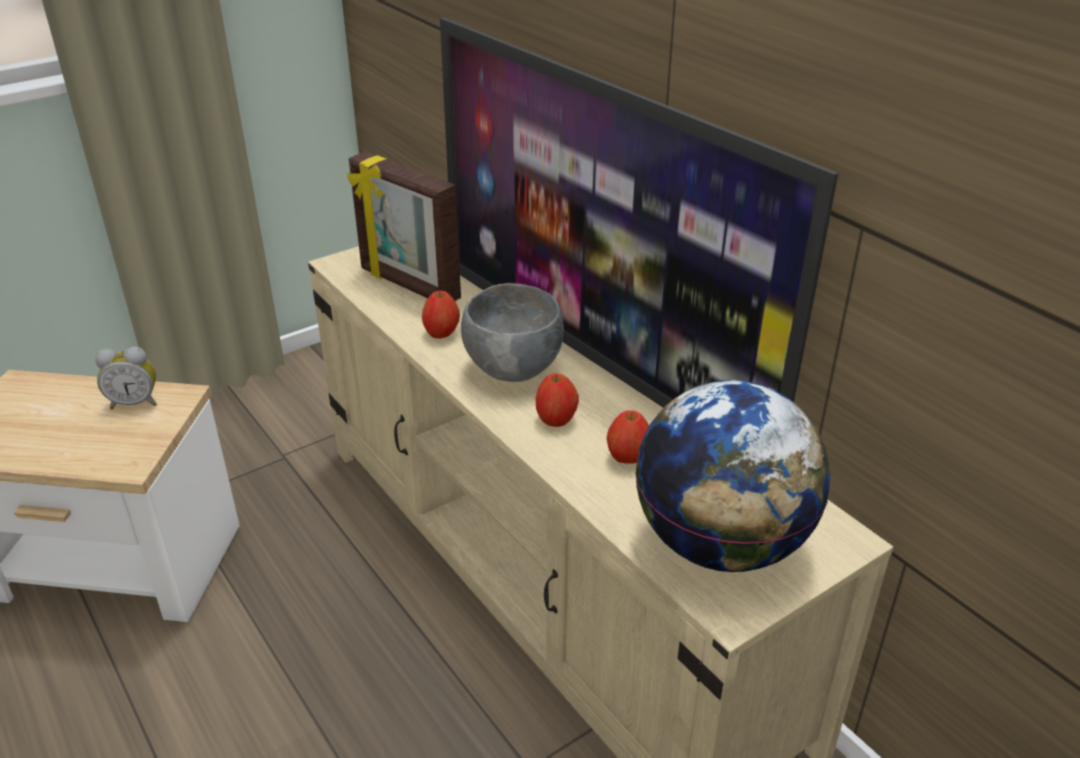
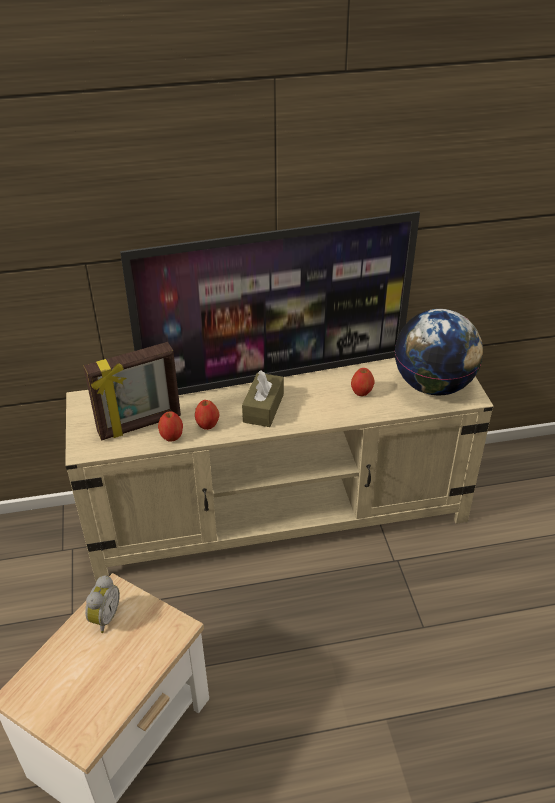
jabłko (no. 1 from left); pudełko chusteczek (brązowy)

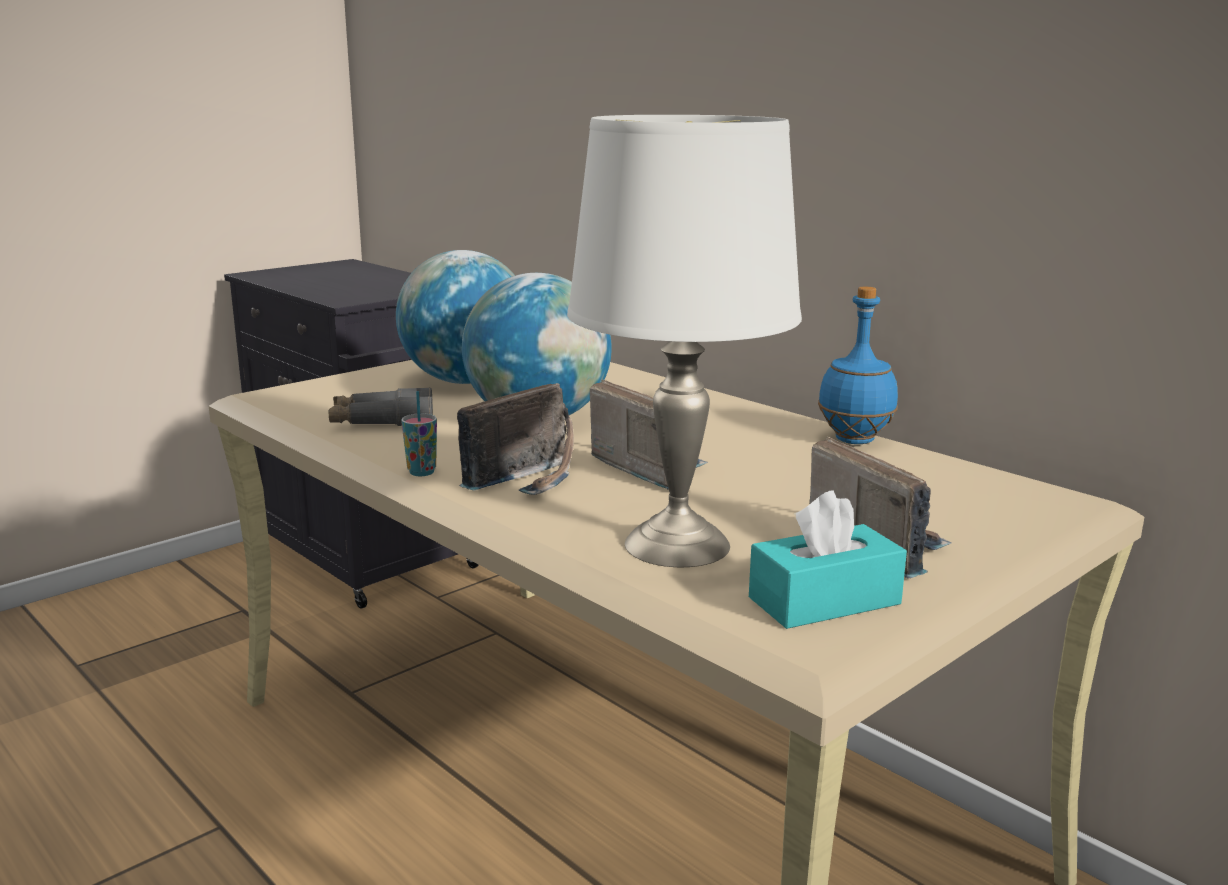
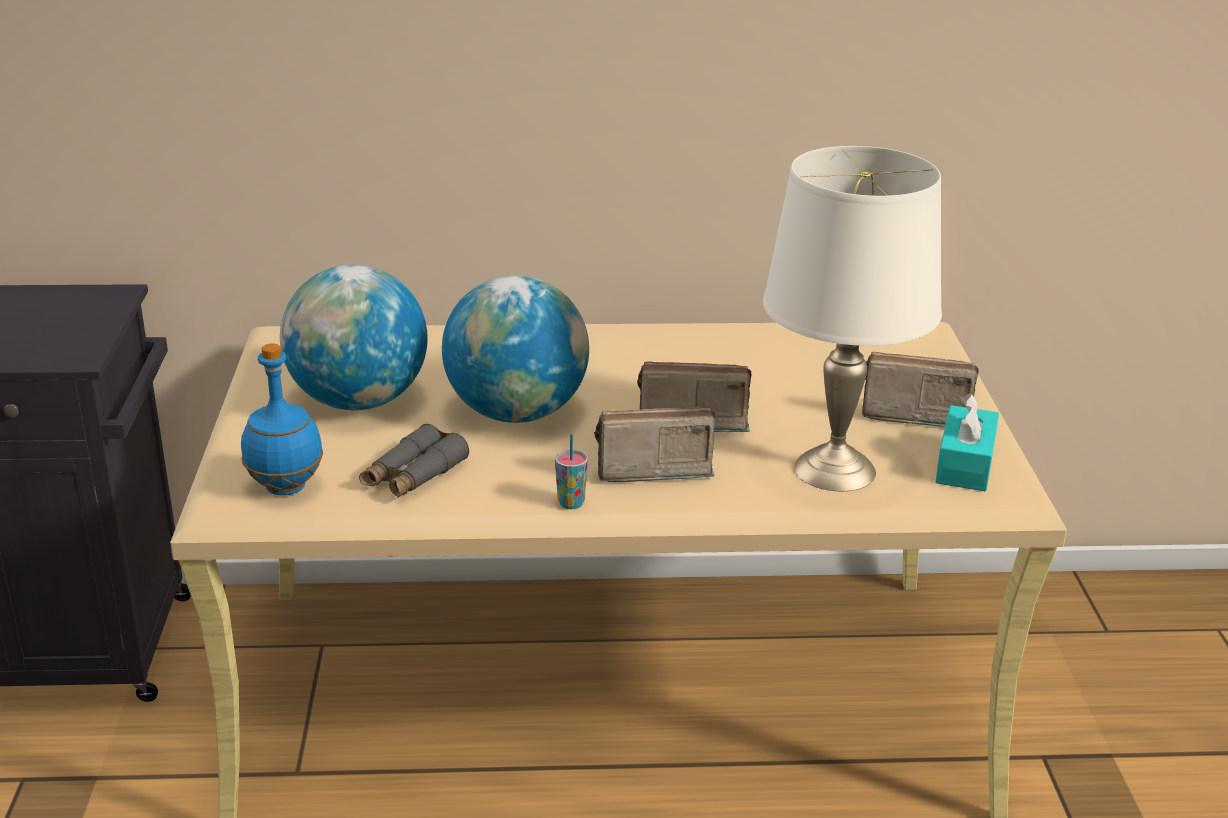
butelka (niebieski); radio (no. 1 from left)

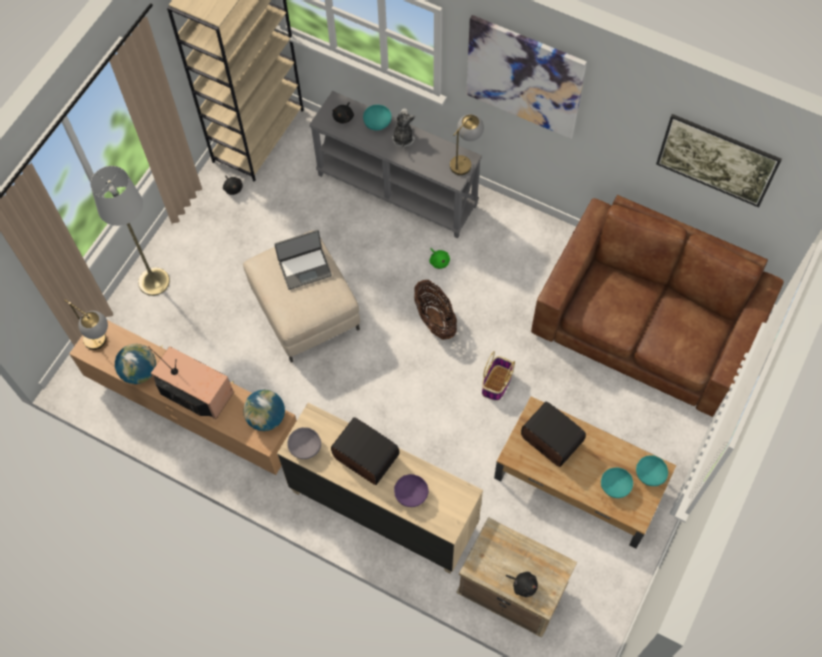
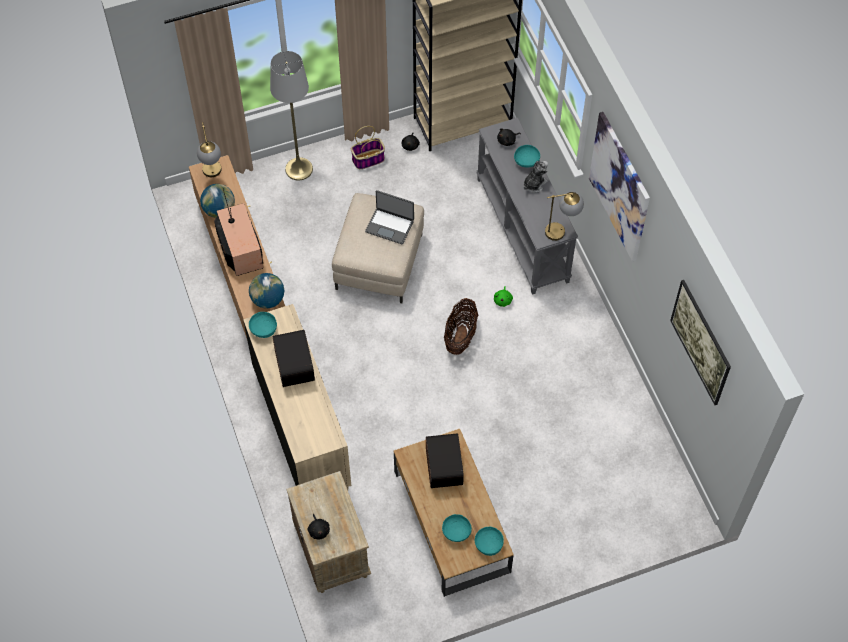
miska (fioletowy); kanapa (brązowy); koszyk (no. 1 from left); miska (turkusowy) (no. 1 from left)

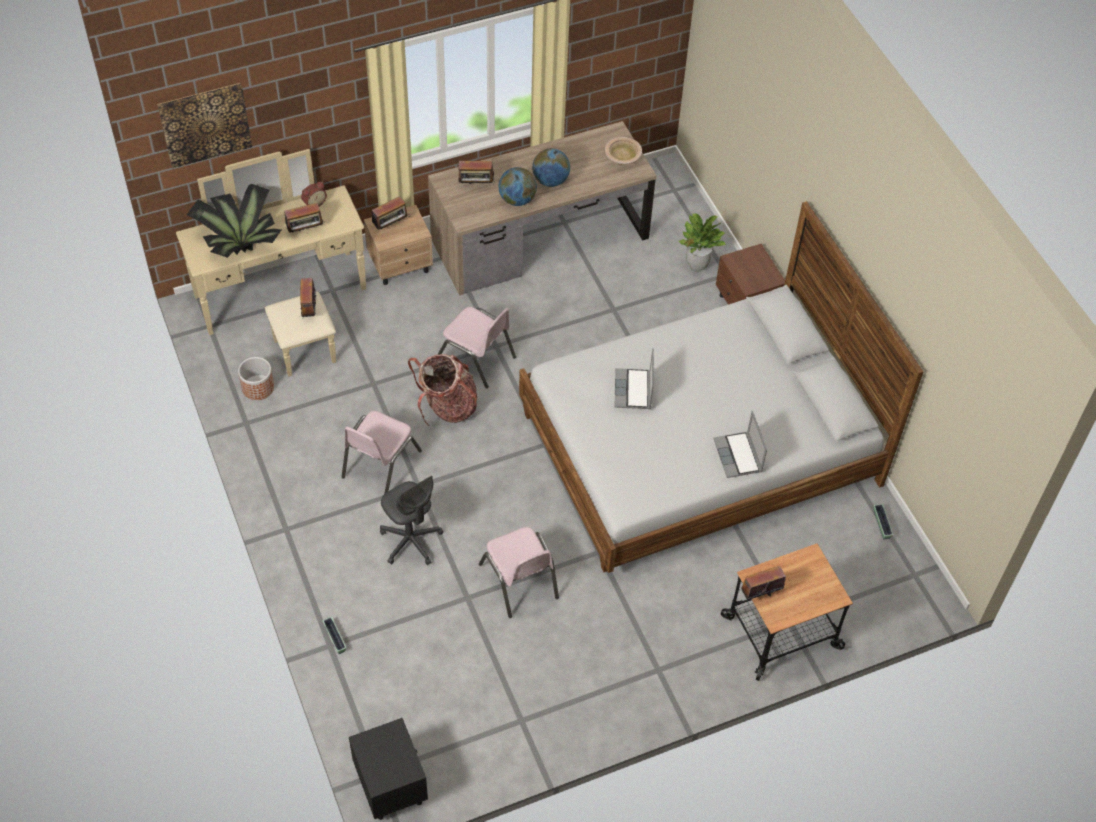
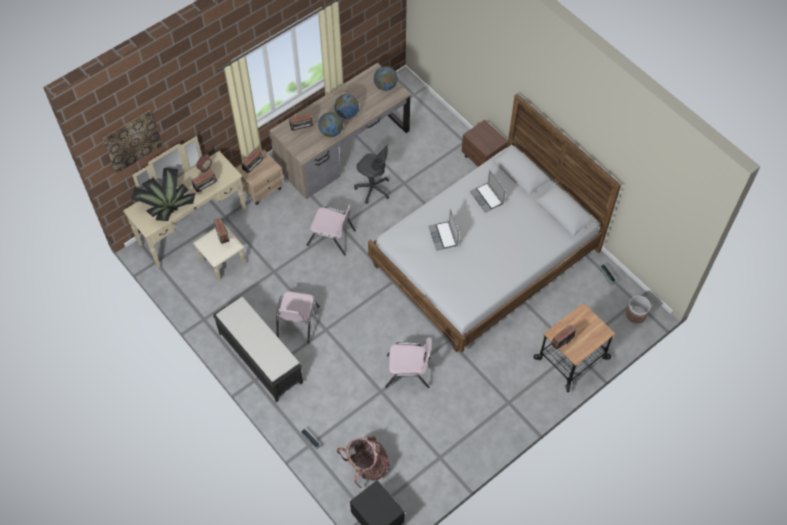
roślina doniczkowa (no. 2 from left in the first image); ławka (czarny); donica (no. 3 from left); krzesło biurowe (szary); plecak; laptop (no. 2 from left); globus (no. 3 from left); krzesło (różowy) (no. 3 from left)

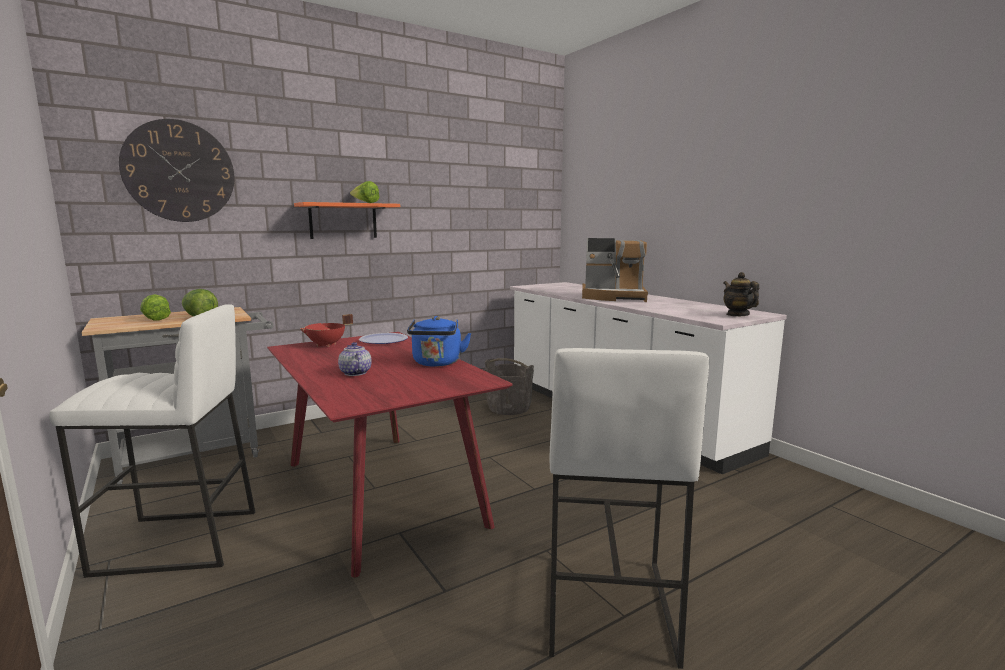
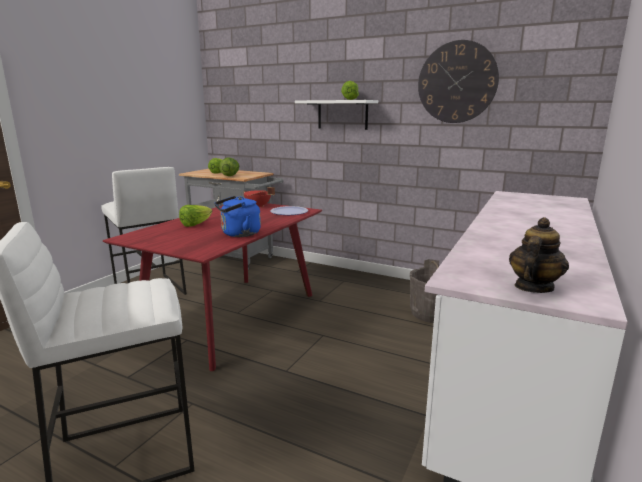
ekspres do kawy; zegar ścienny; sałata (no. 1 from left); półka (biały)

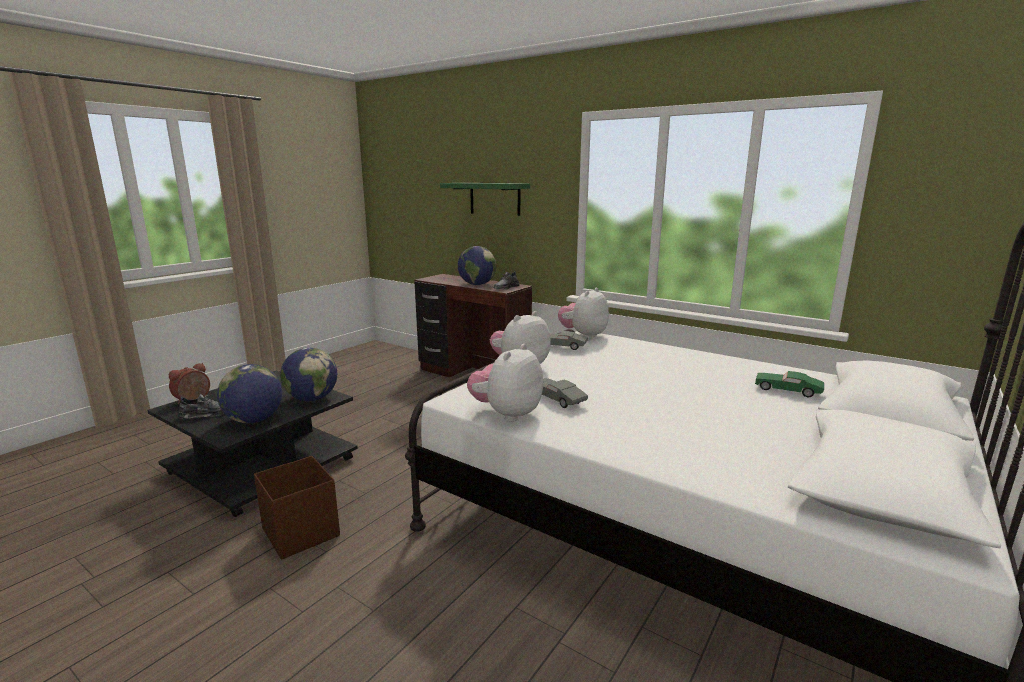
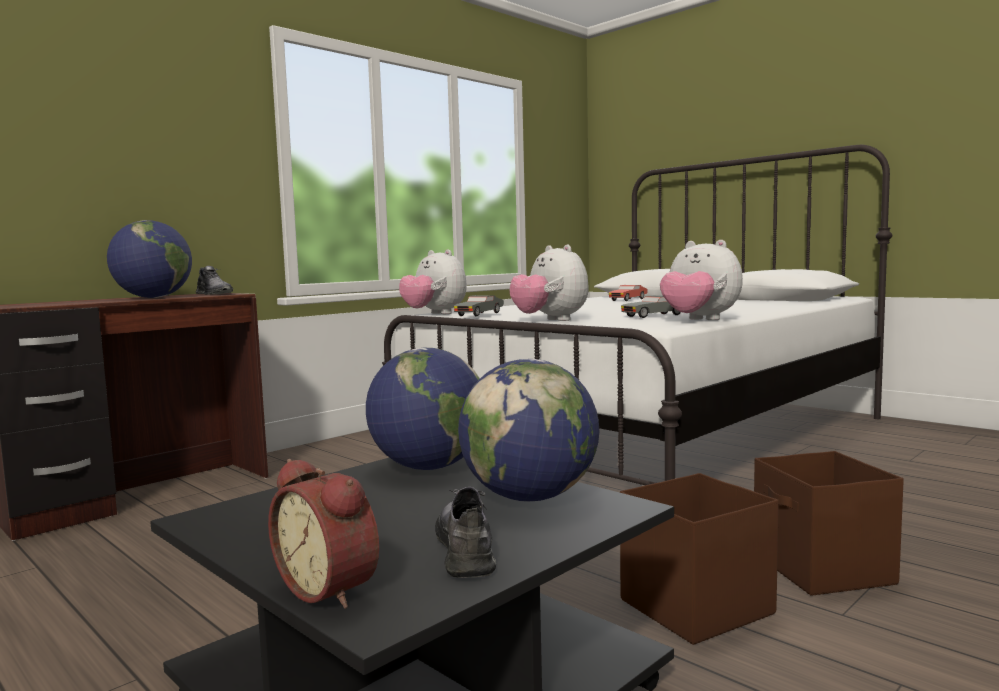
półka (zielony); pojemnik do przechowywania (brązowy) (no. 2 from left); samochodzik (czerwony)

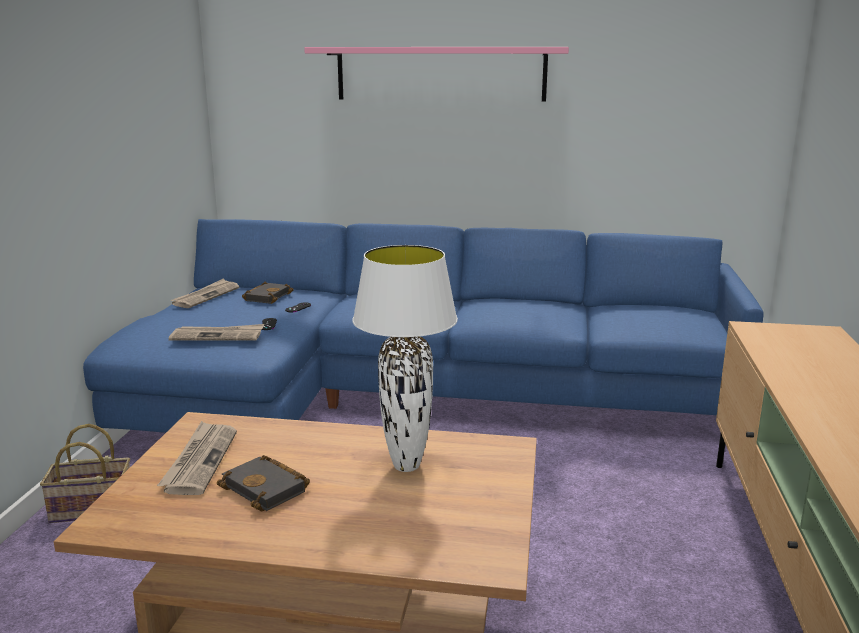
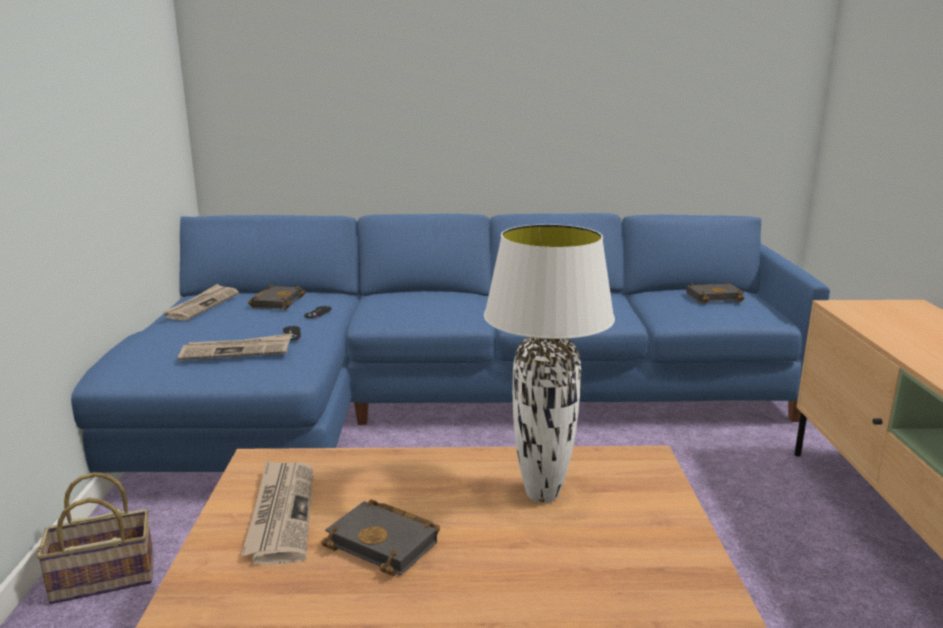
półka (różowy); książka (czarny) (no. 3 from left)

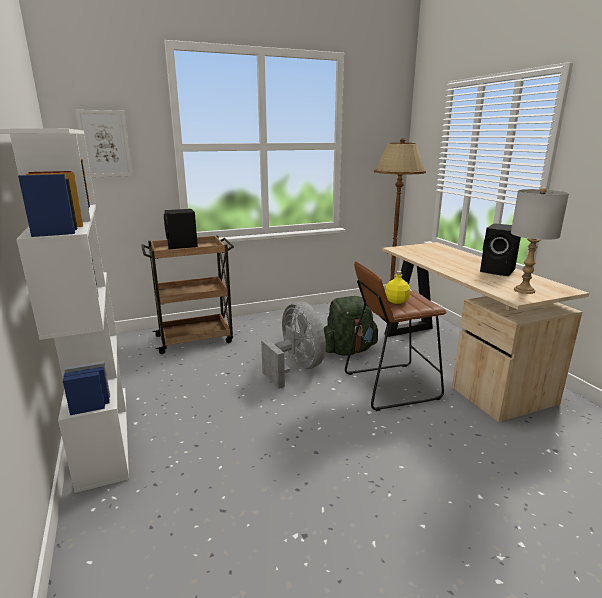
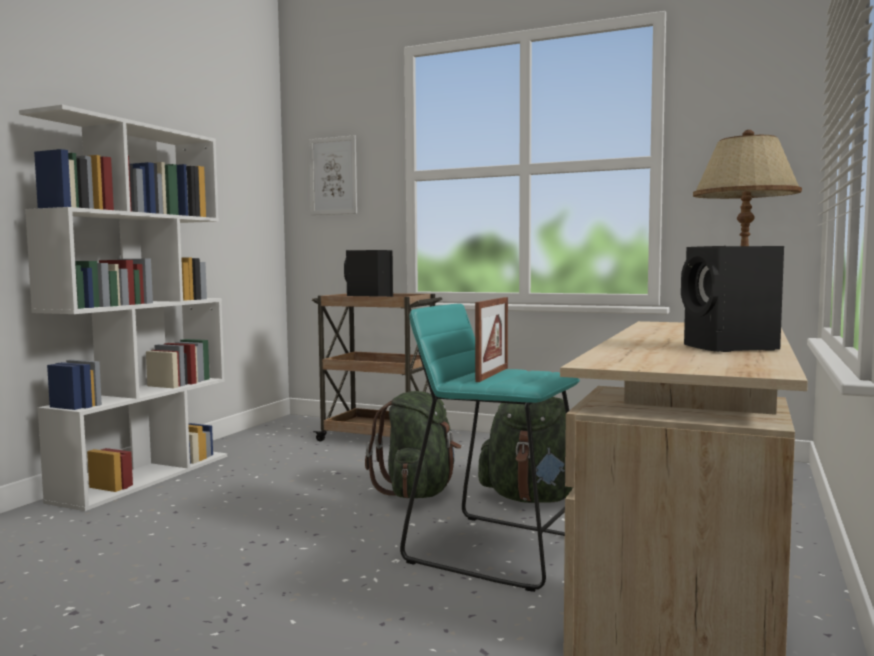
lampa stołowa (szary); plecak (zielony) (no. 1 from left); ramka na zdjęcie; stołek (turkusowy)

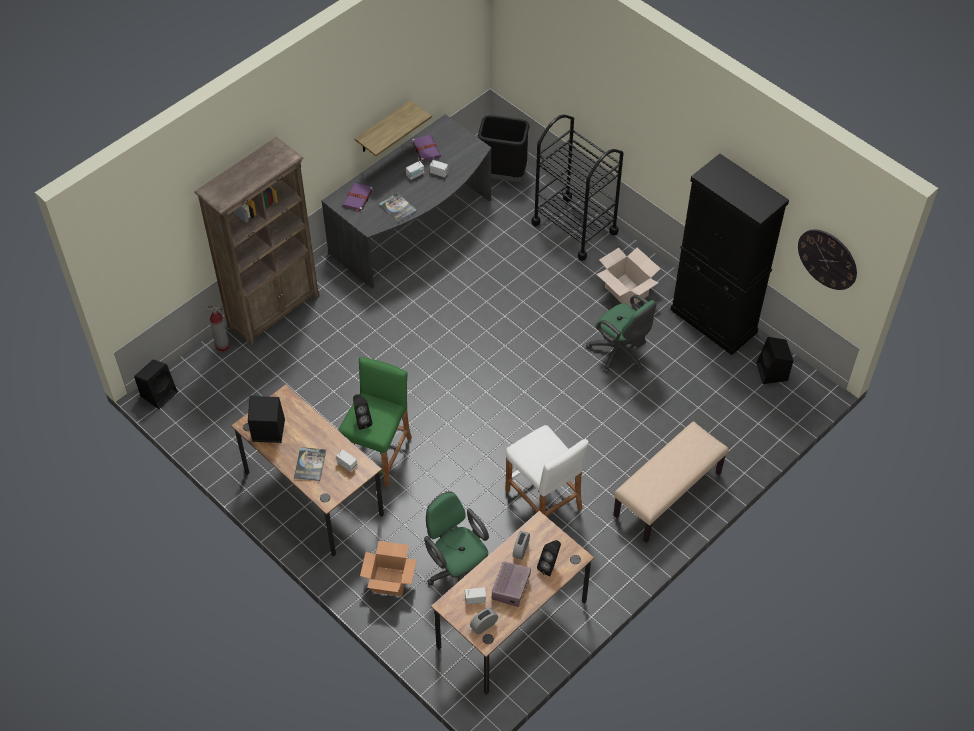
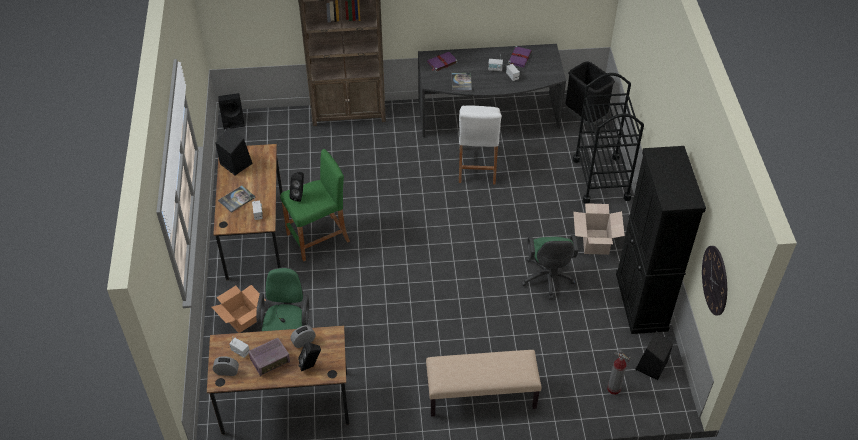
półka; gaśnica; stołek (biały)

